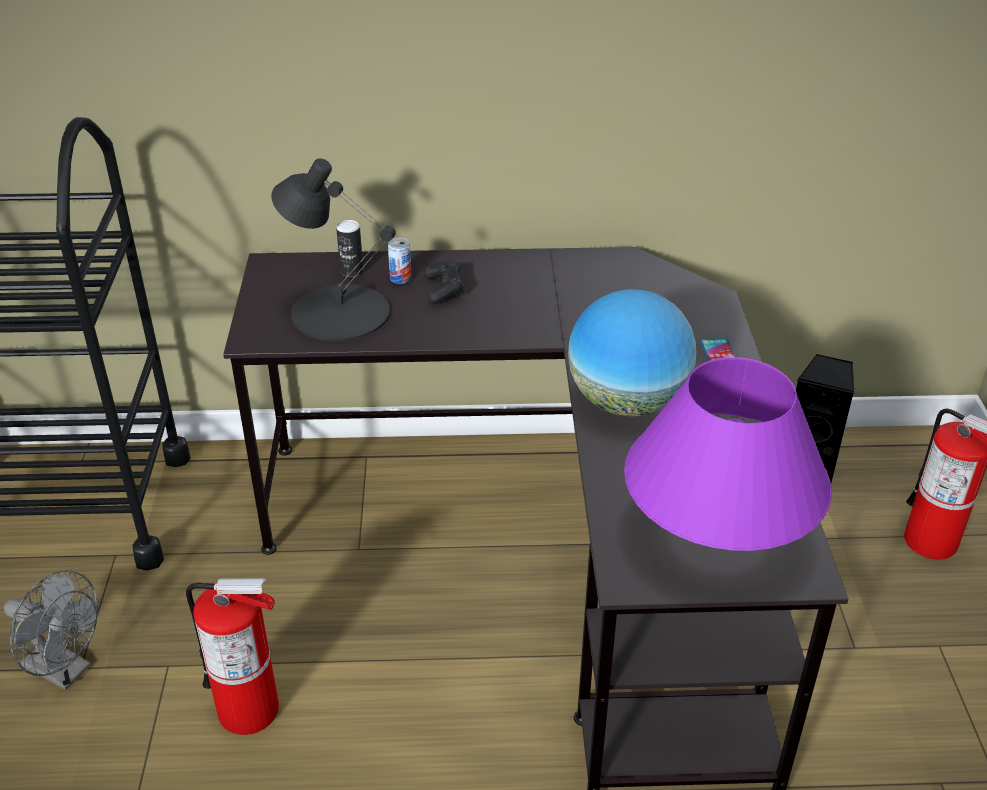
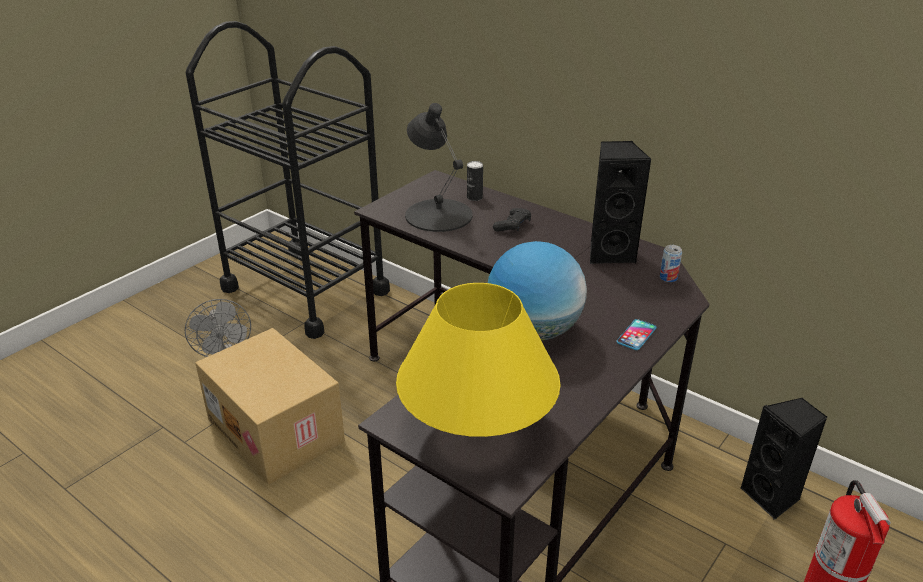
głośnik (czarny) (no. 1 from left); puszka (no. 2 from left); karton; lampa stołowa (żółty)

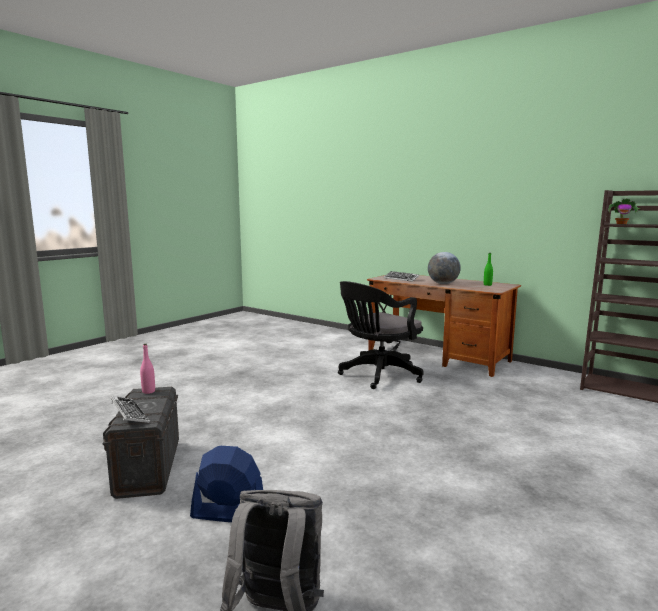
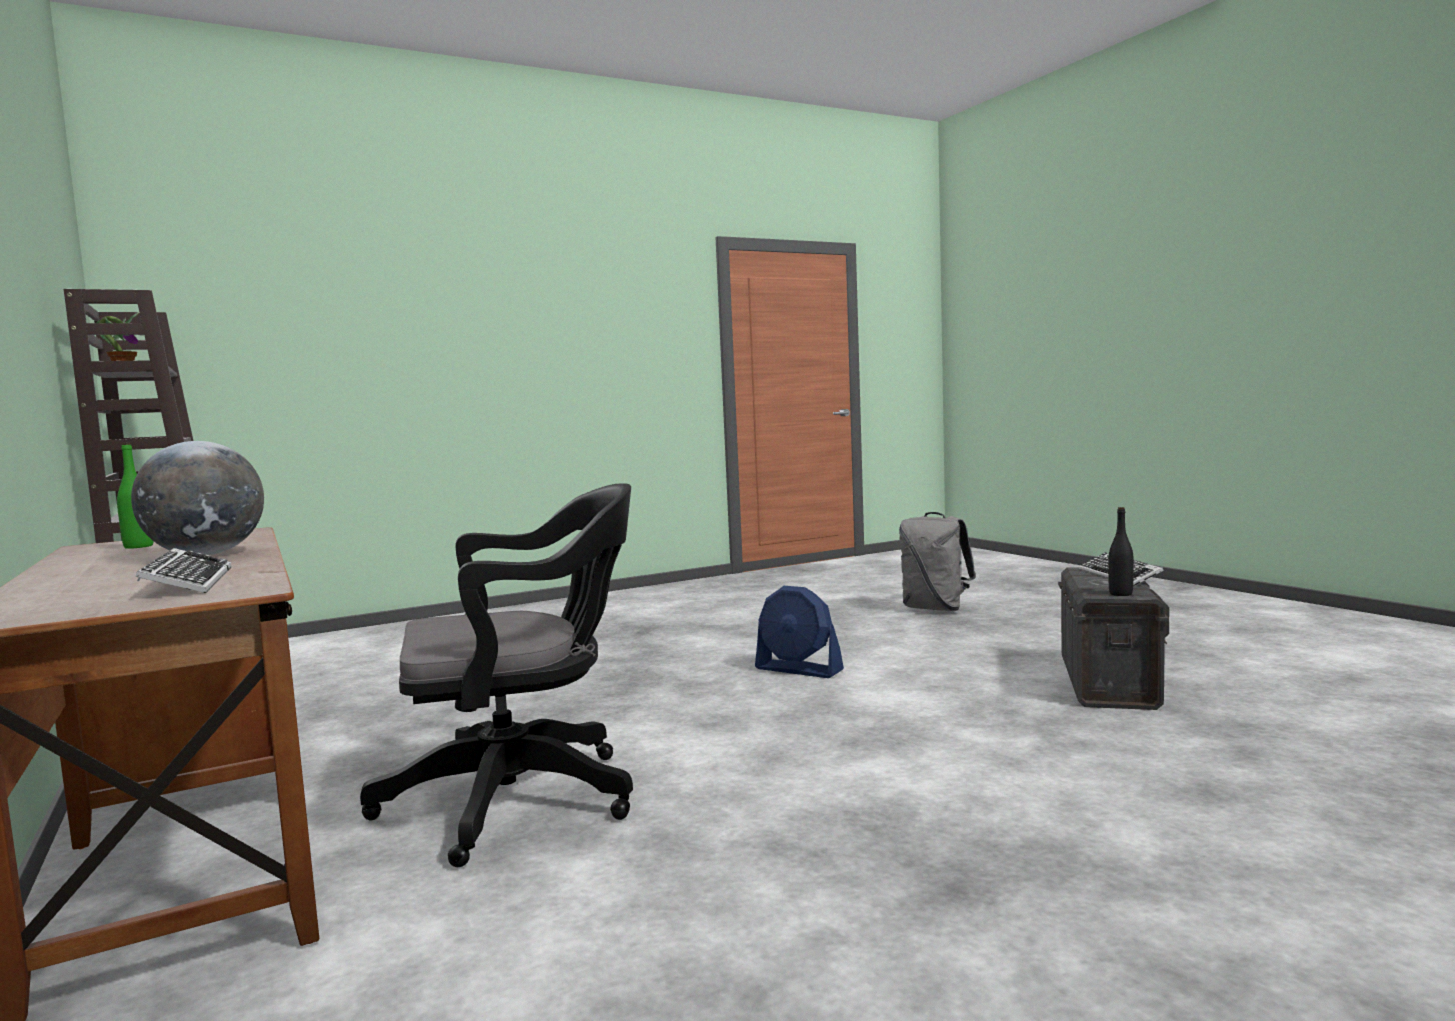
wentylator (niebieski); butelka (czarny)

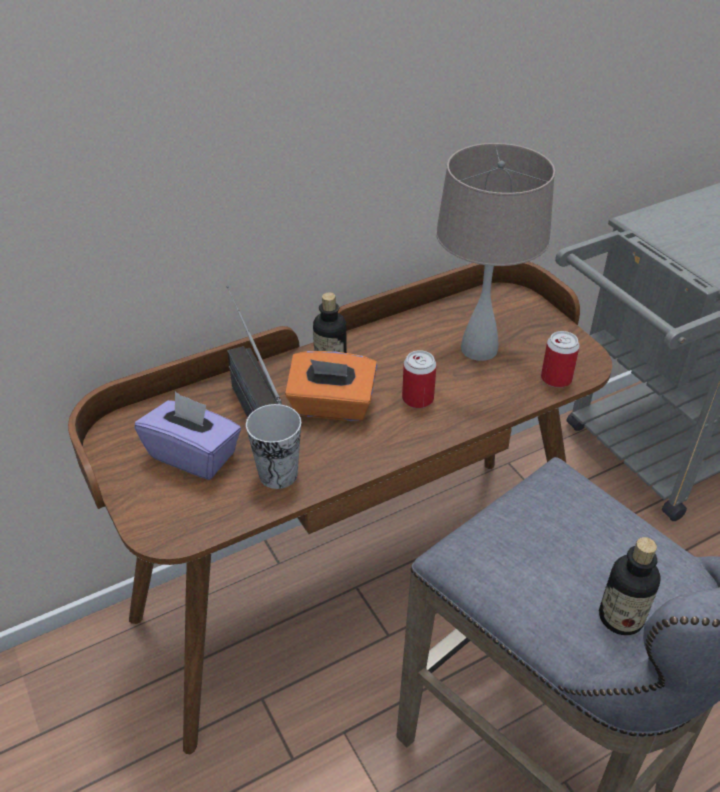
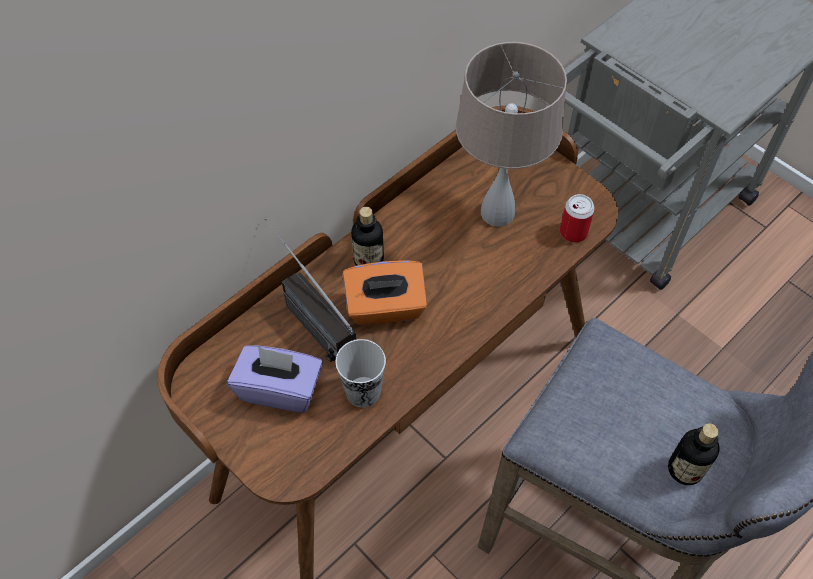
puszka (no. 1 from left in the first image)

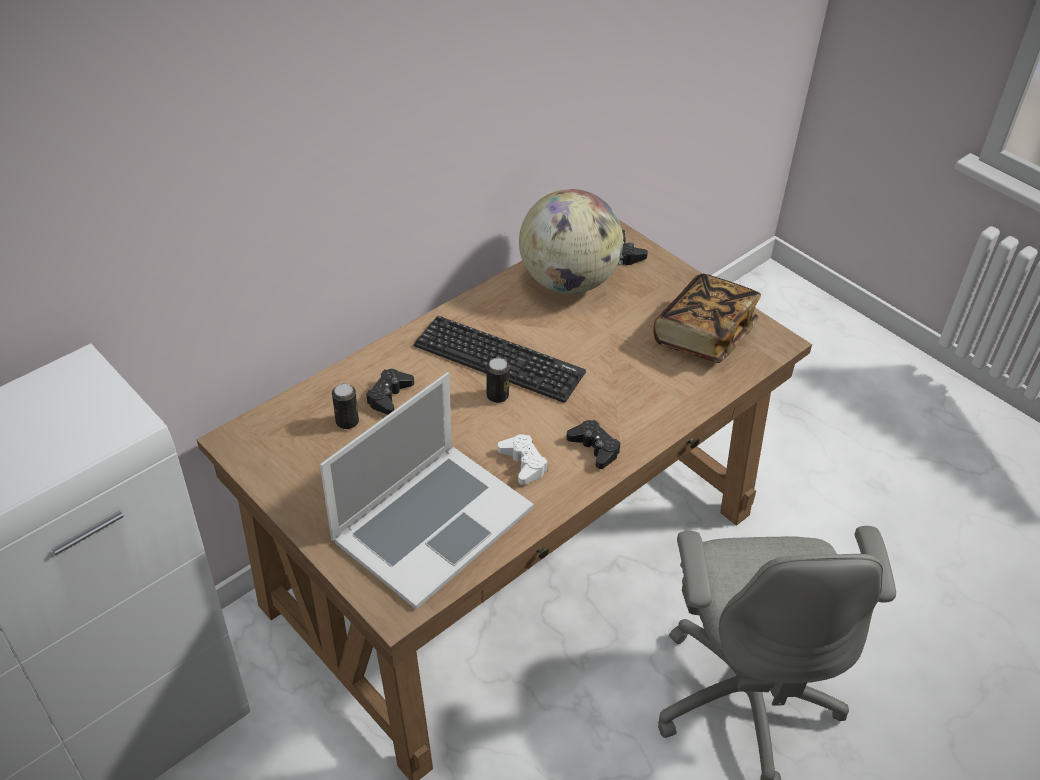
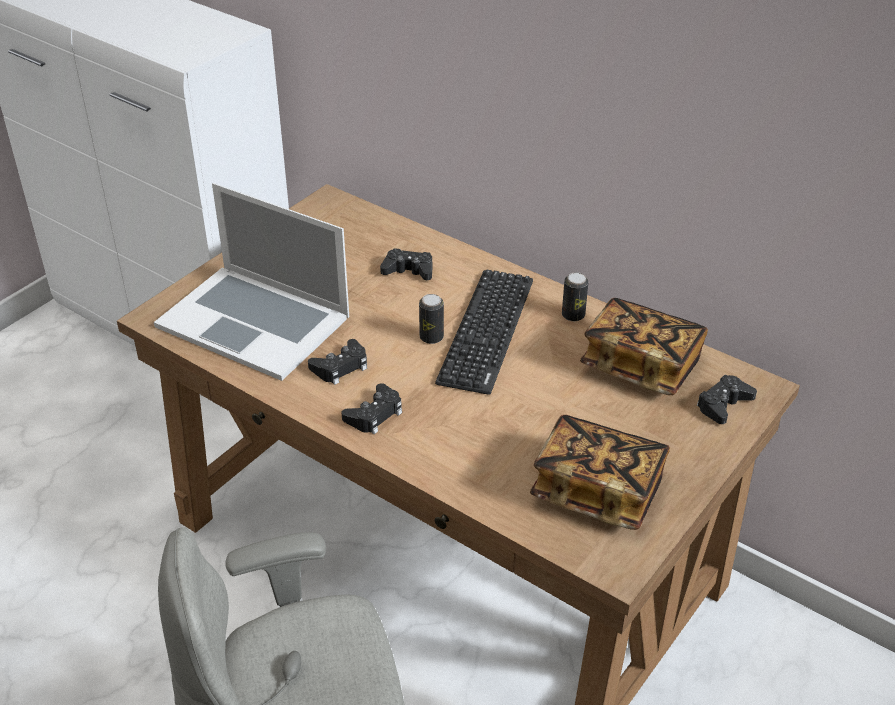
puszka (no. 2 from left); książka (no. 2 from left); pad do gier (czarny) (no. 1 from left)

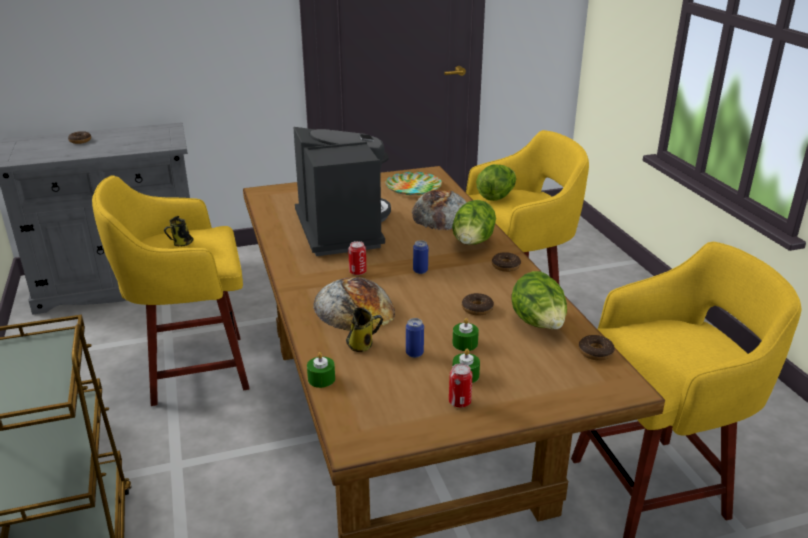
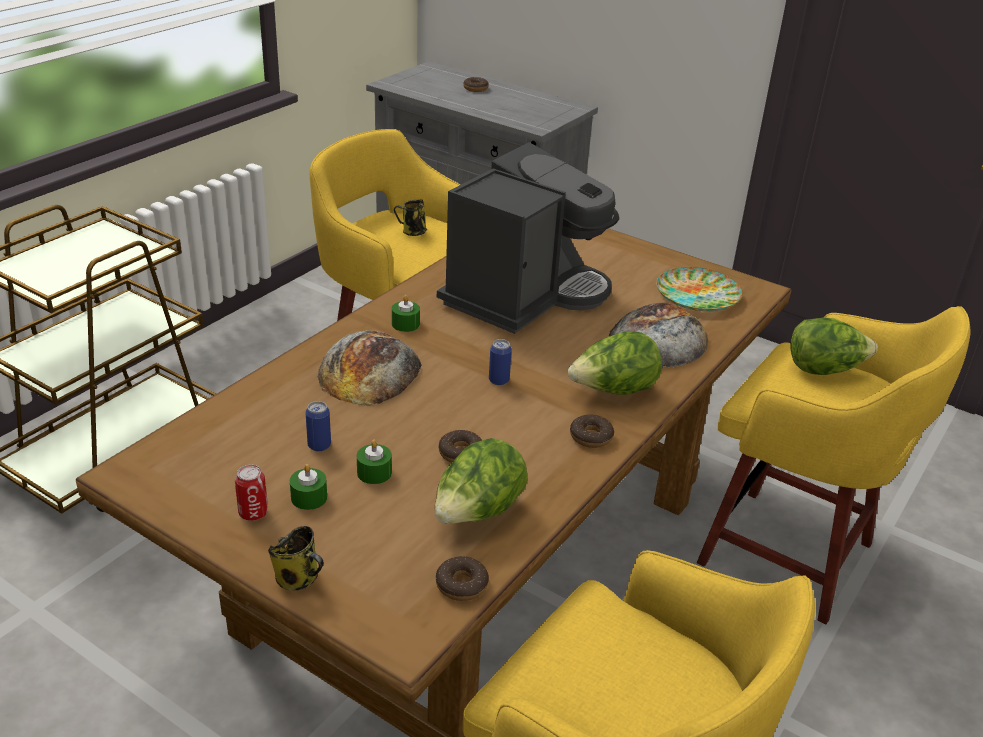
puszka (no. 1 from left in the first image); świeca (zielony) (no. 3 from left); kubek (no. 1 from left)

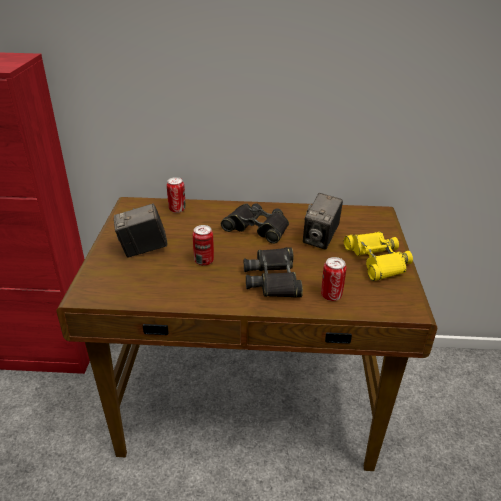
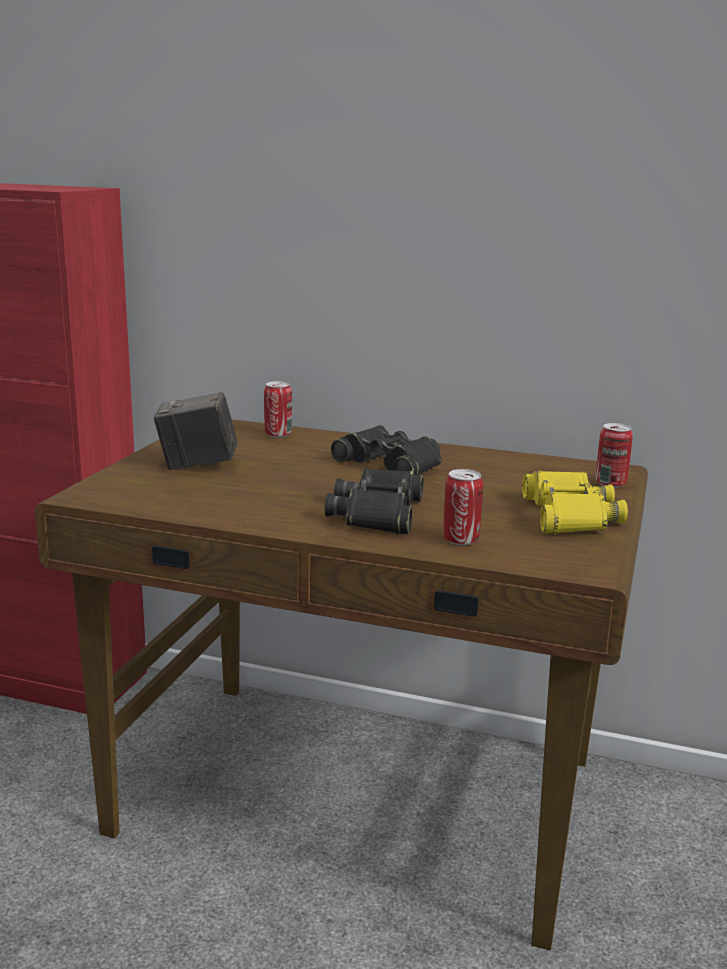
aparat fotograficzny (no. 2 from left in the first image); puszka (no. 3 from left)

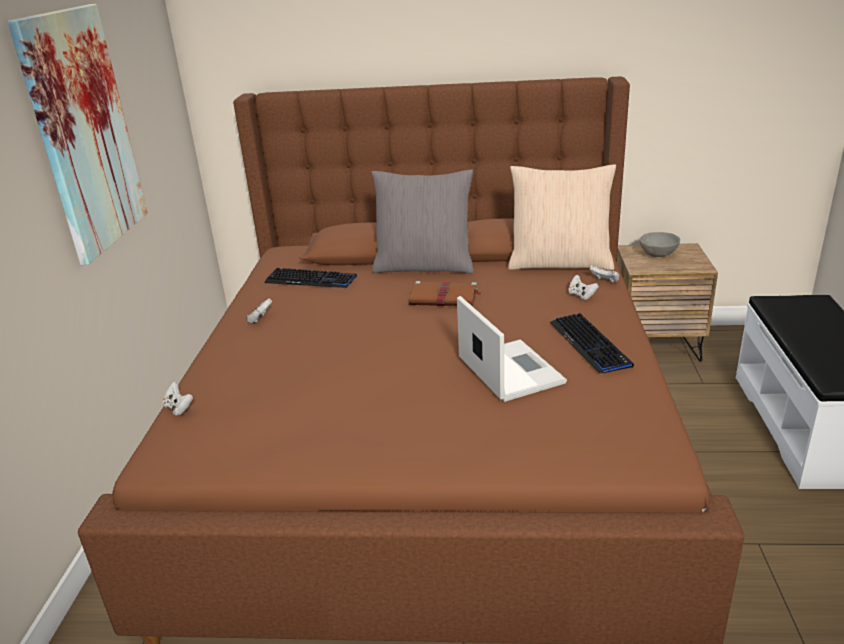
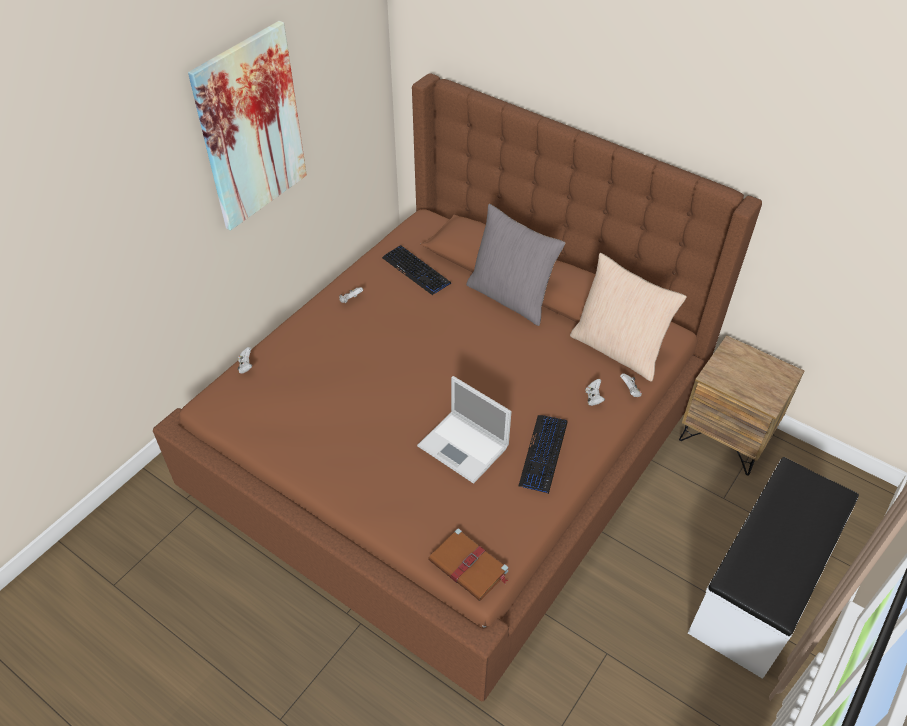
miska (szary); książka (brązowy); laptop

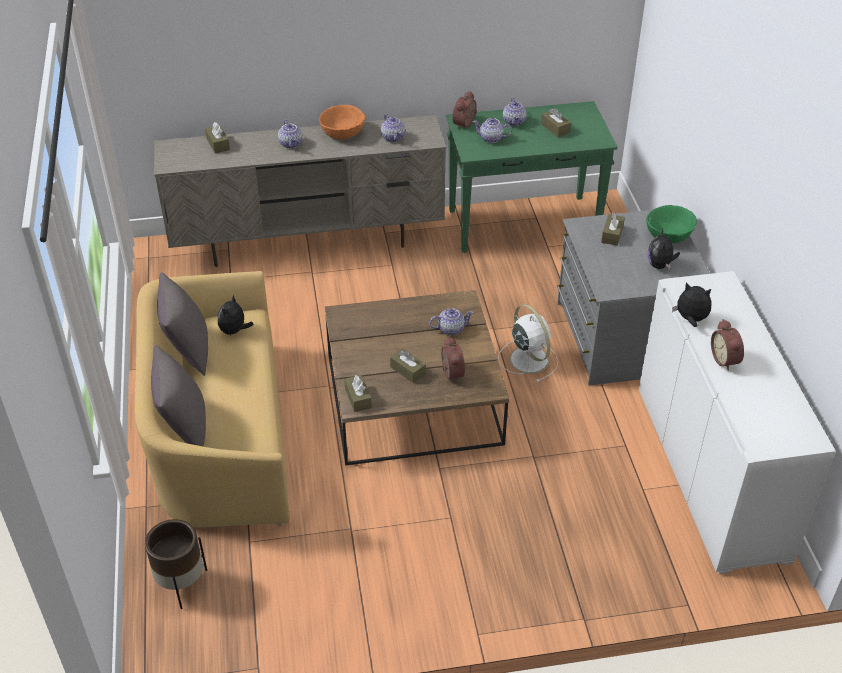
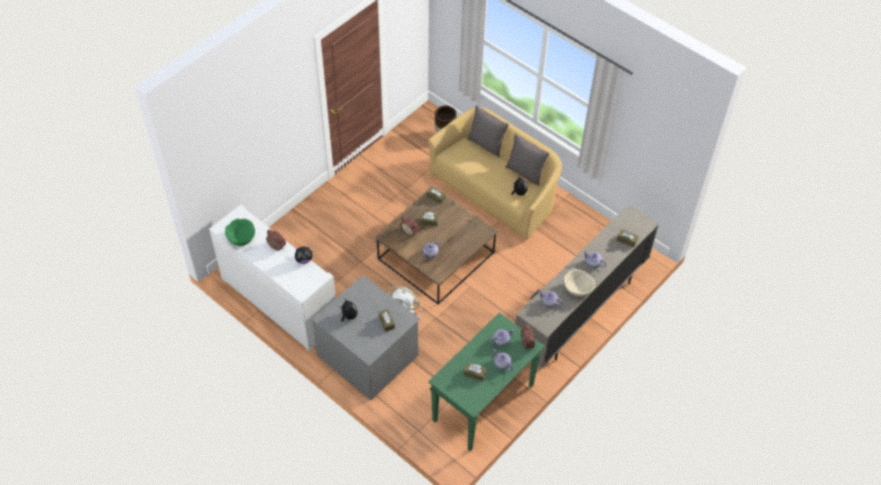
miska (zielony); miska (beżowy)

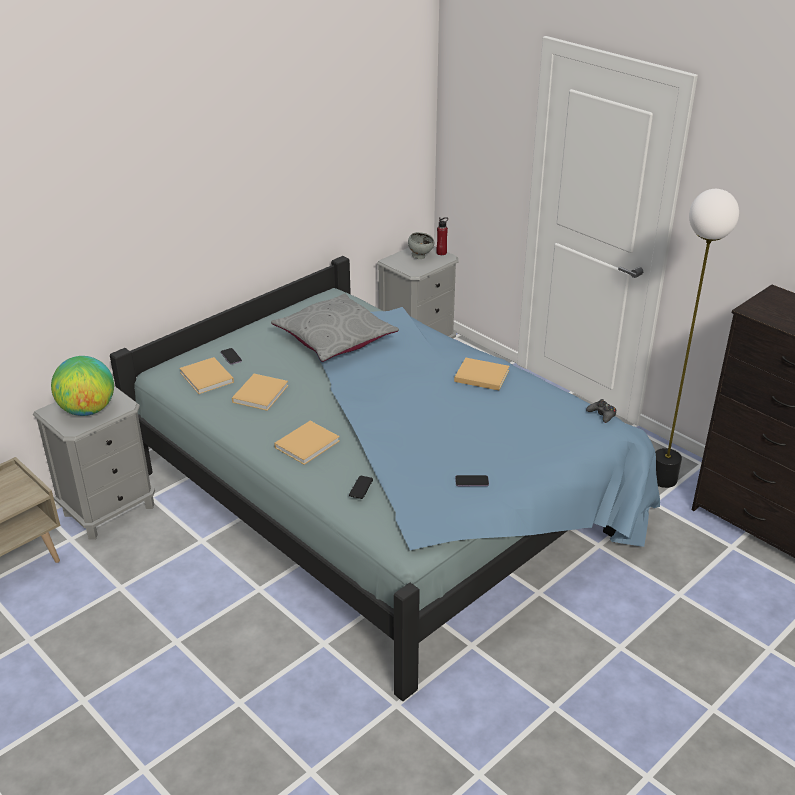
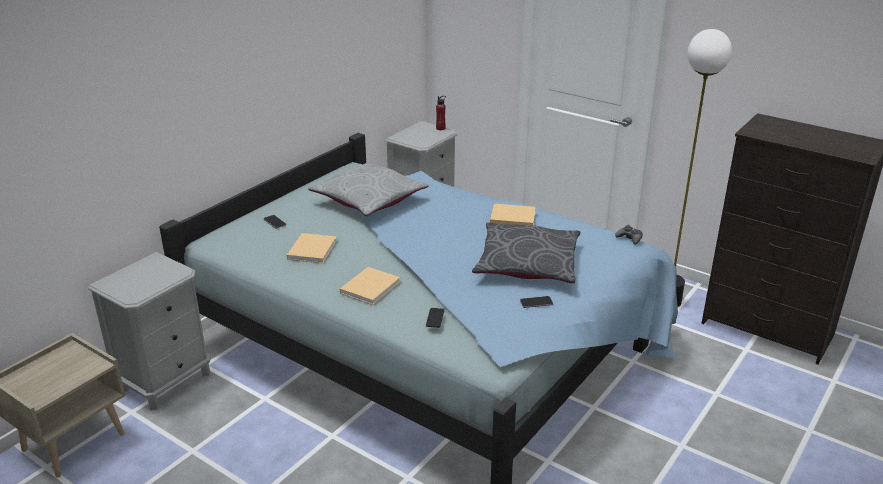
globus; książka (beżowy) (no. 1 from left in the first image); miska (szary); poduszka (szary) (no. 2 from left)

